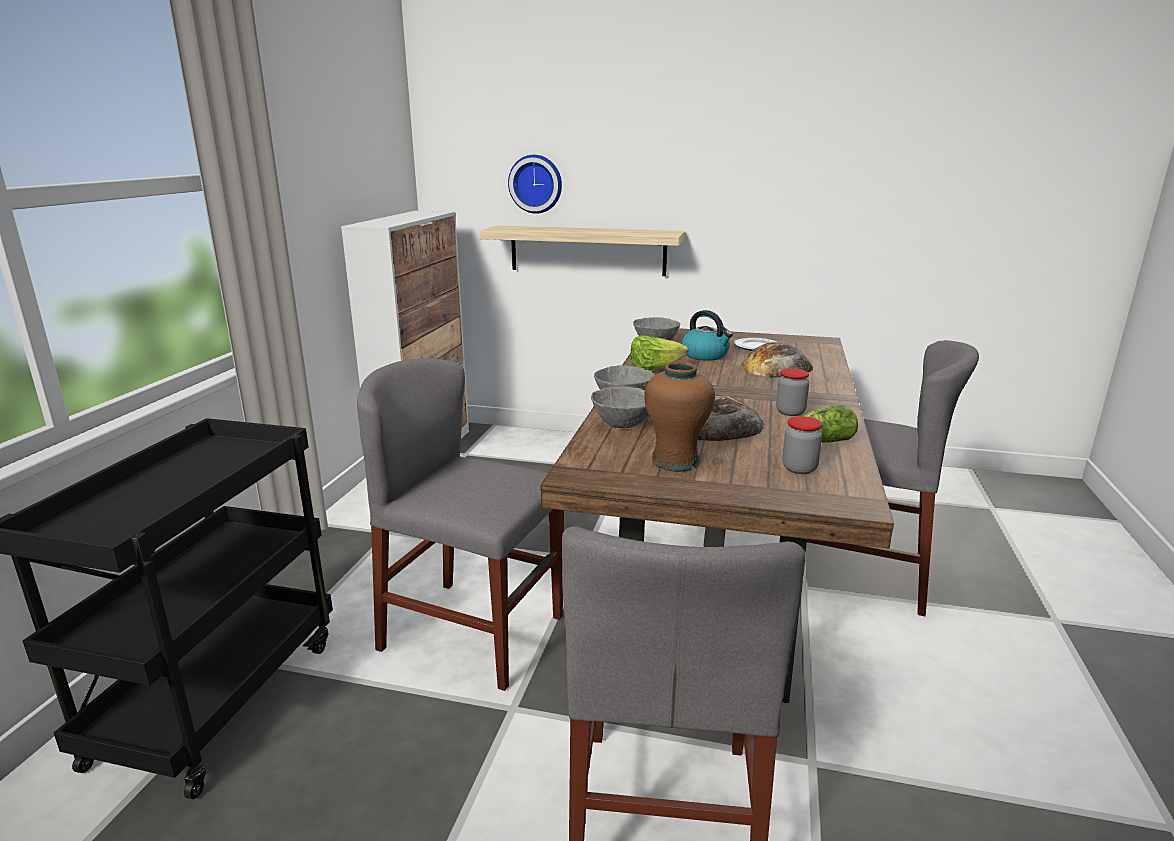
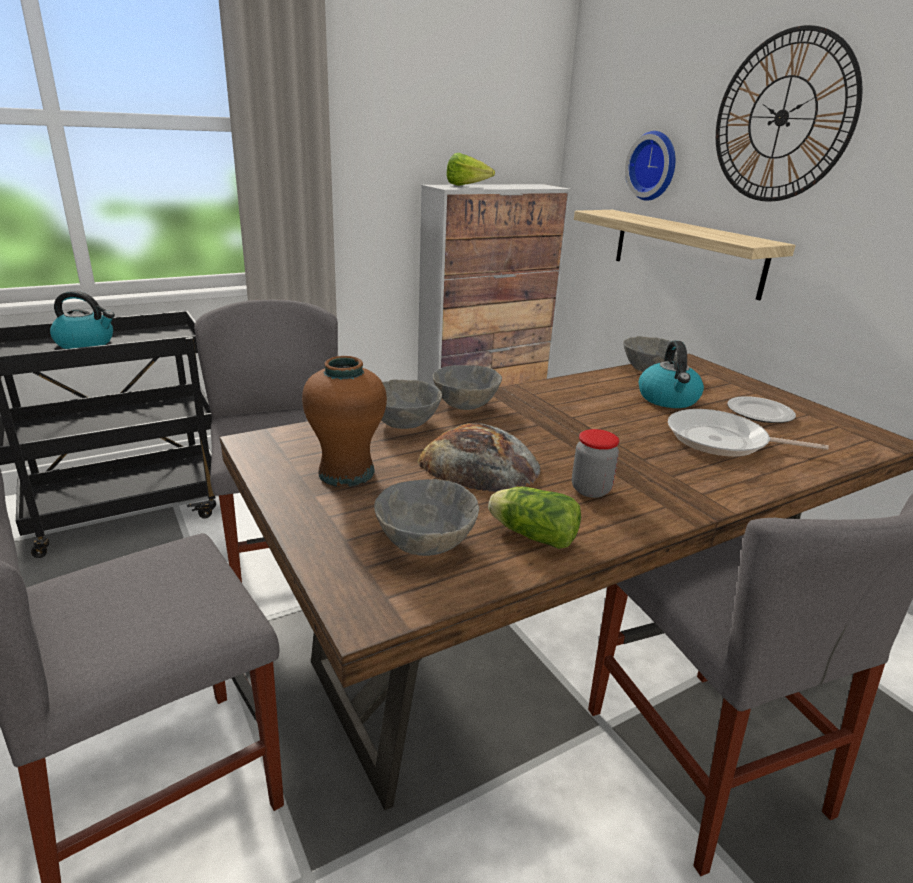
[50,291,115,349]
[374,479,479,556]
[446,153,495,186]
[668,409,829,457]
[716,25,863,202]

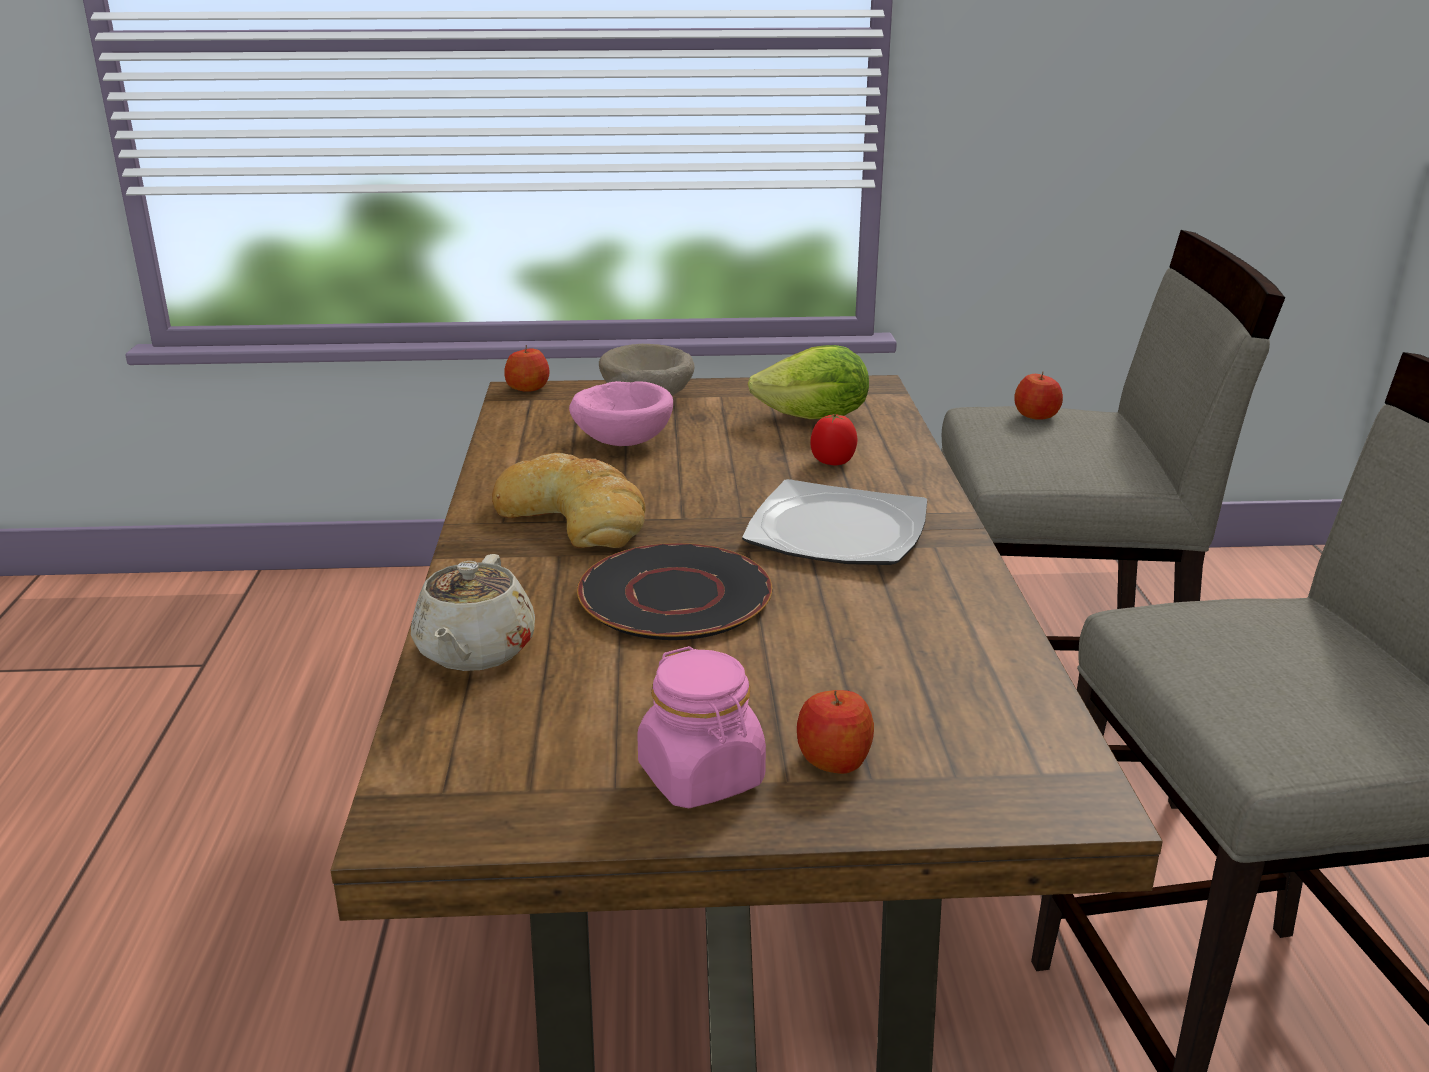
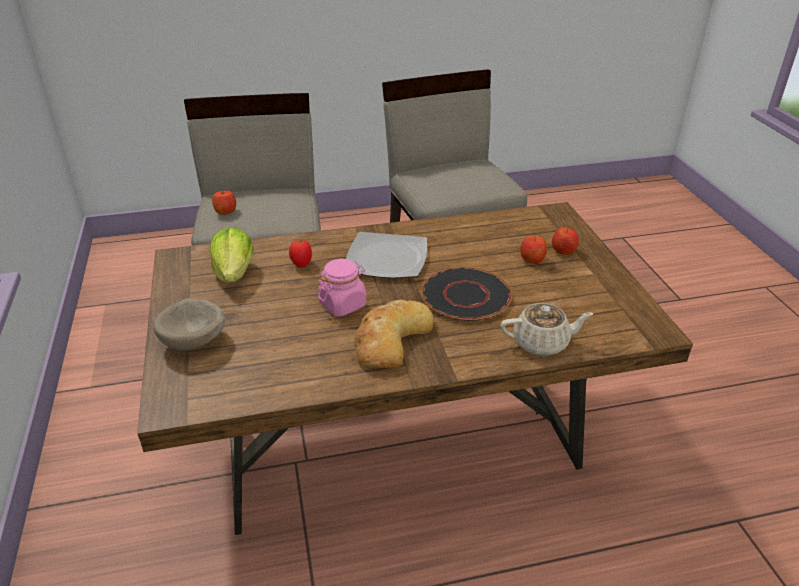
[318,259,366,316]
[520,236,547,264]
[569,381,673,446] (first image)

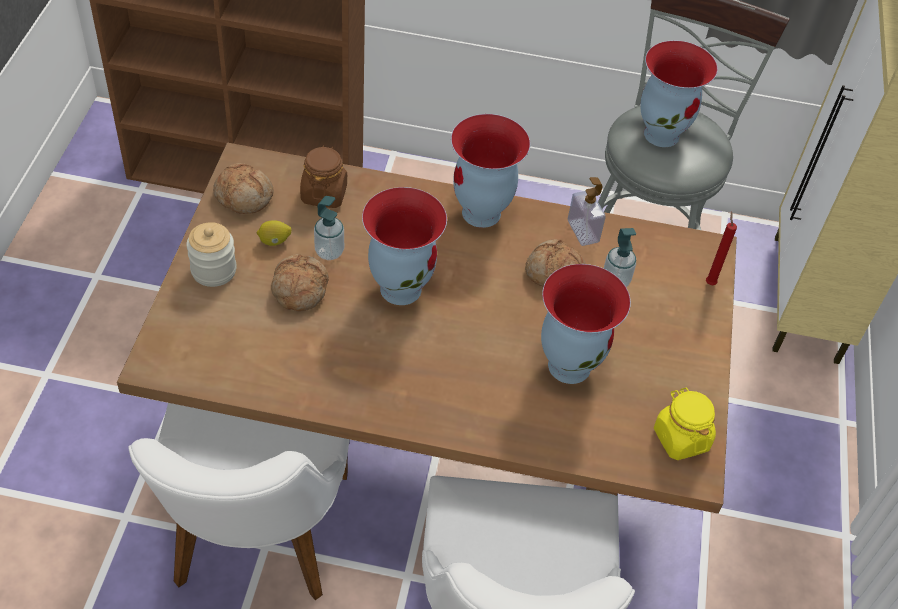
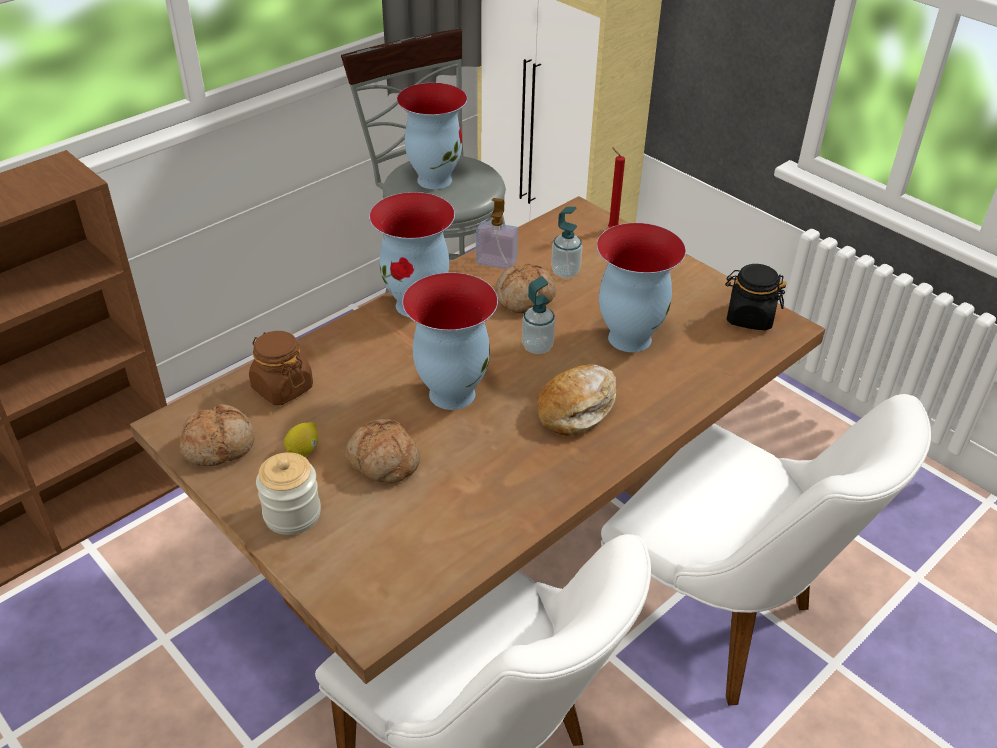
[522,277,555,354]
[537,364,616,436]
[725,264,786,330]

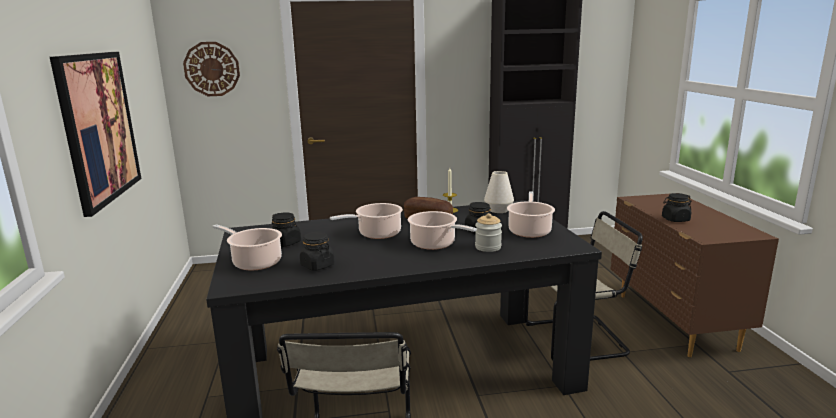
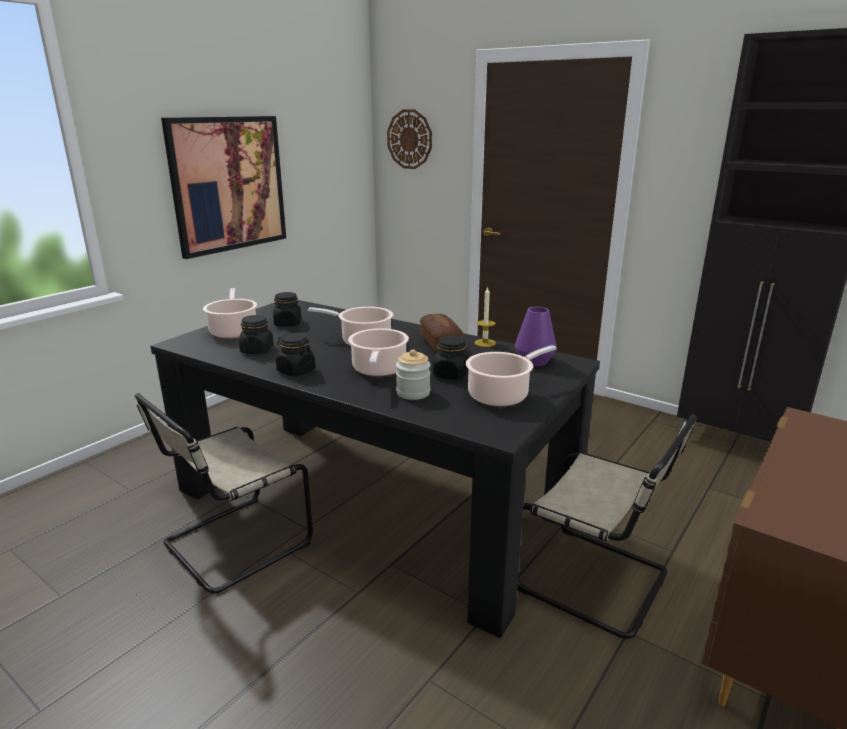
[276,333,315,376]
[515,307,557,366]

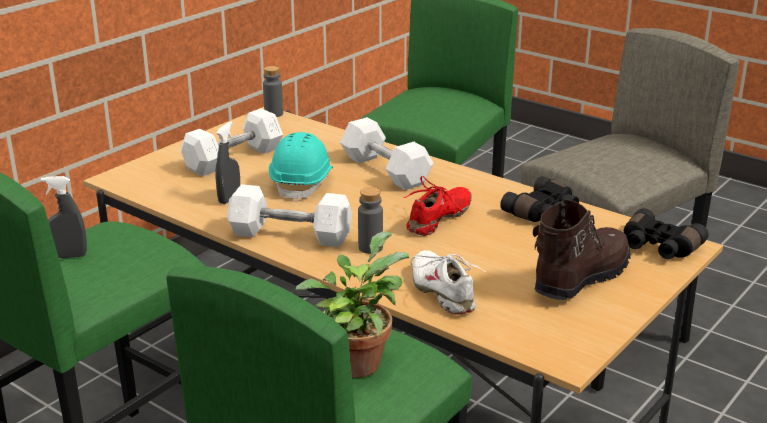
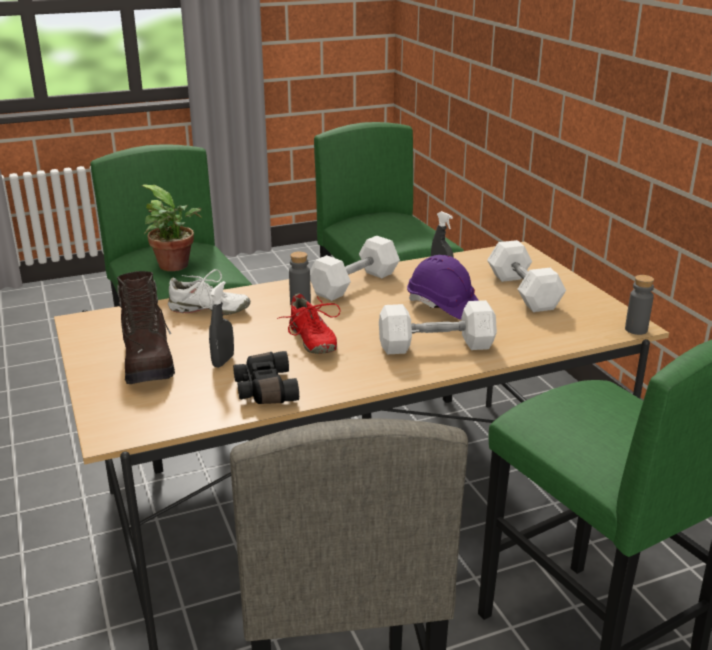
[209,281,234,368]
[407,255,479,320]
[624,208,709,259] (first image)

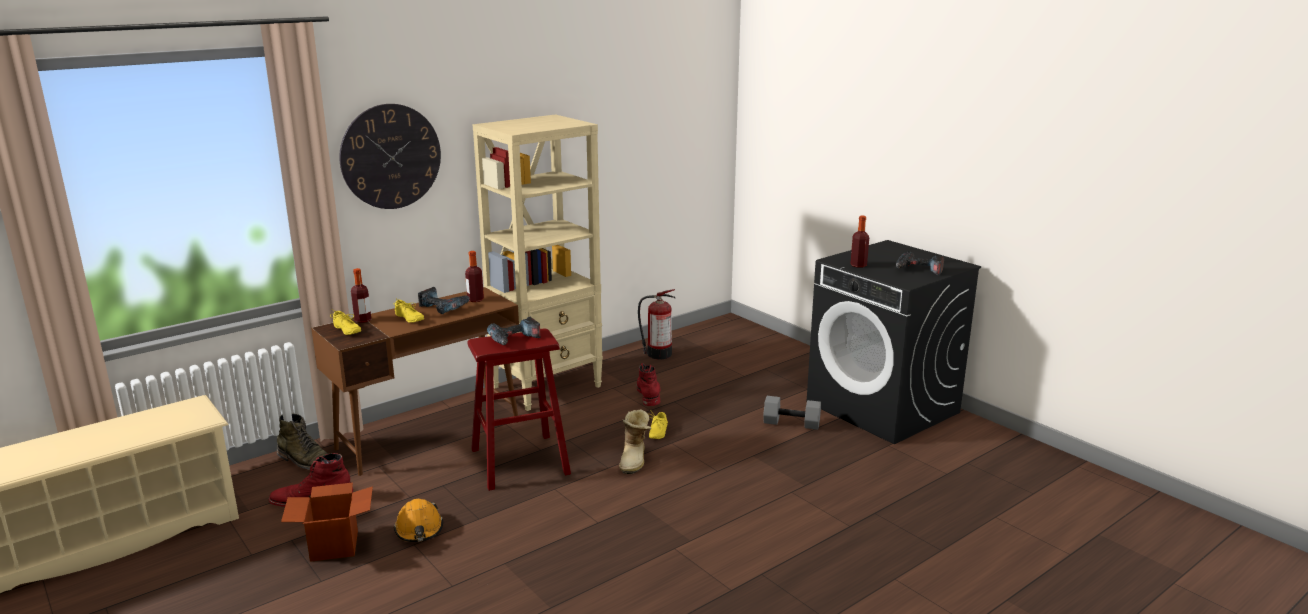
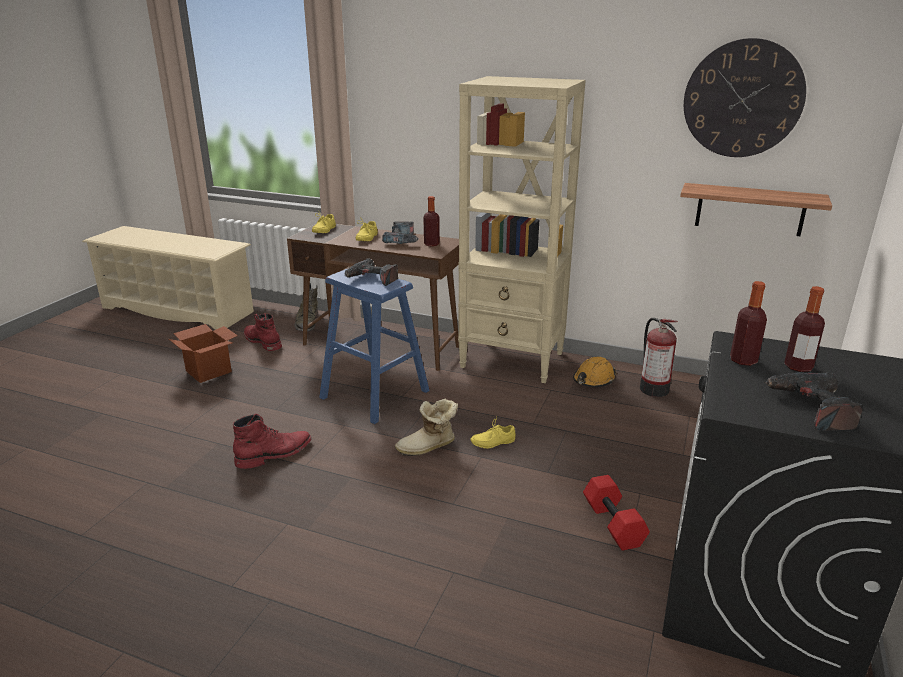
[233,414,312,469]
[319,268,430,424]
[573,357,616,387]
[583,475,650,551]
[680,183,832,236]
[684,38,806,157]
[784,286,825,372]

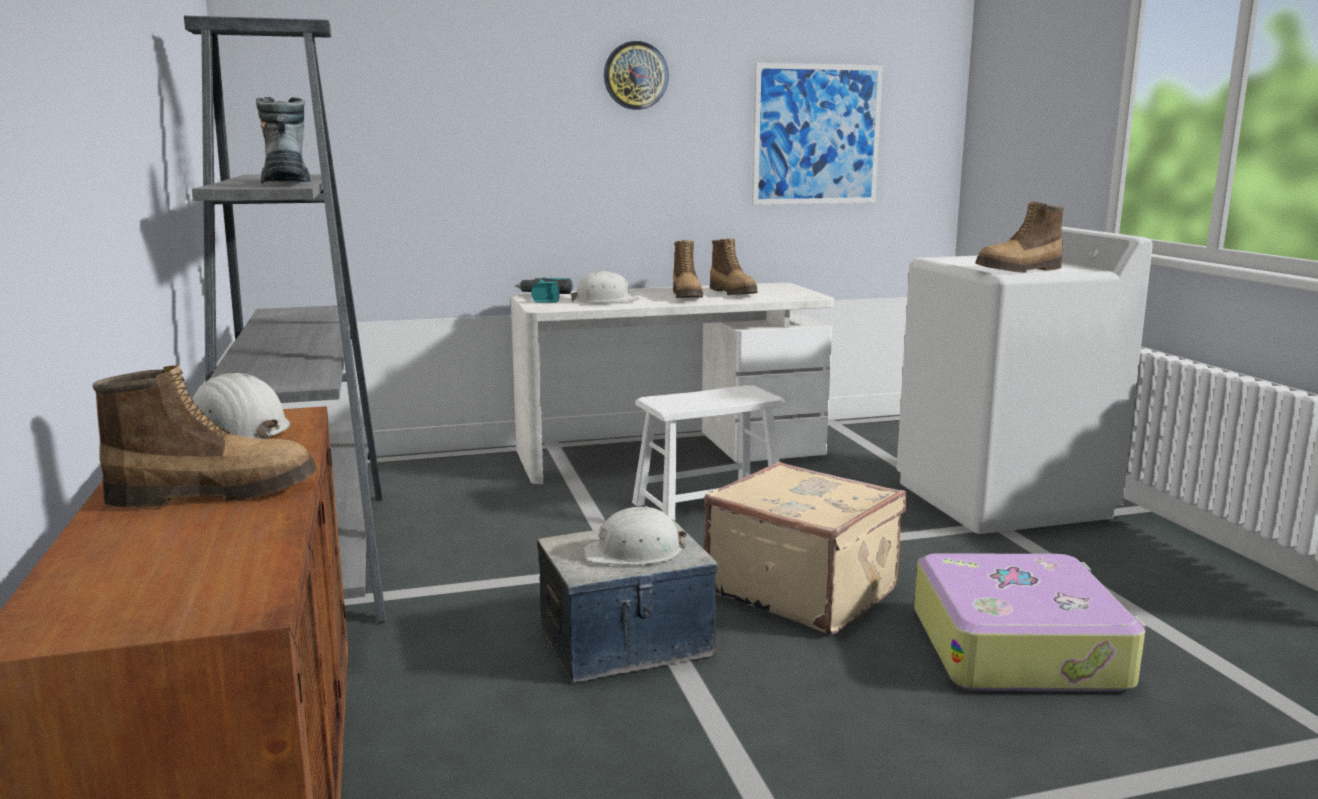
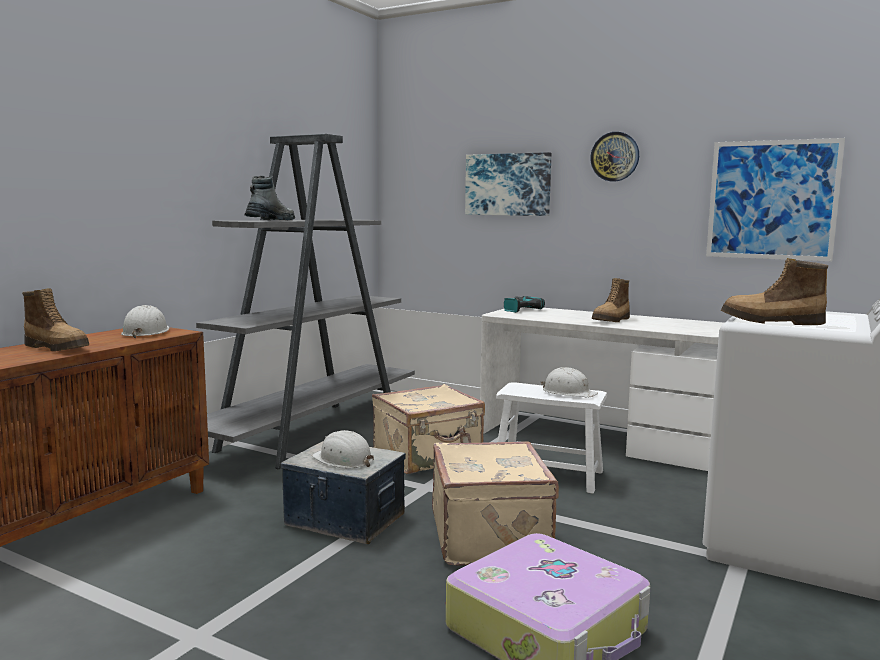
[372,384,485,474]
[465,152,552,216]
[541,367,598,397]
[710,238,758,295] (first image)

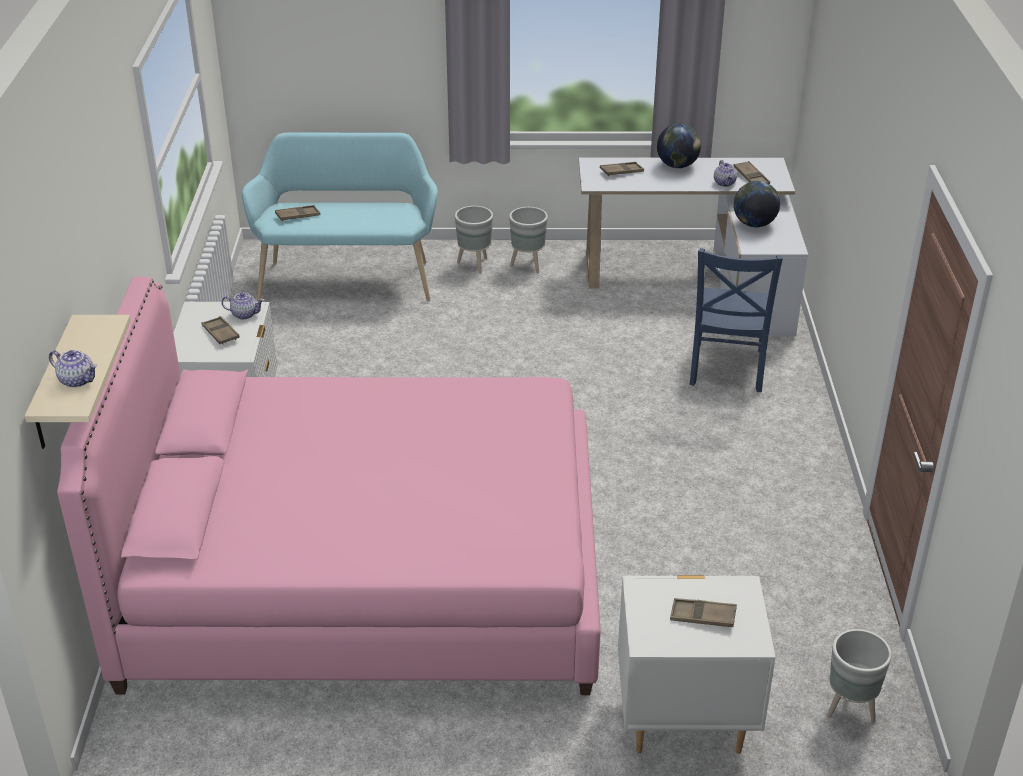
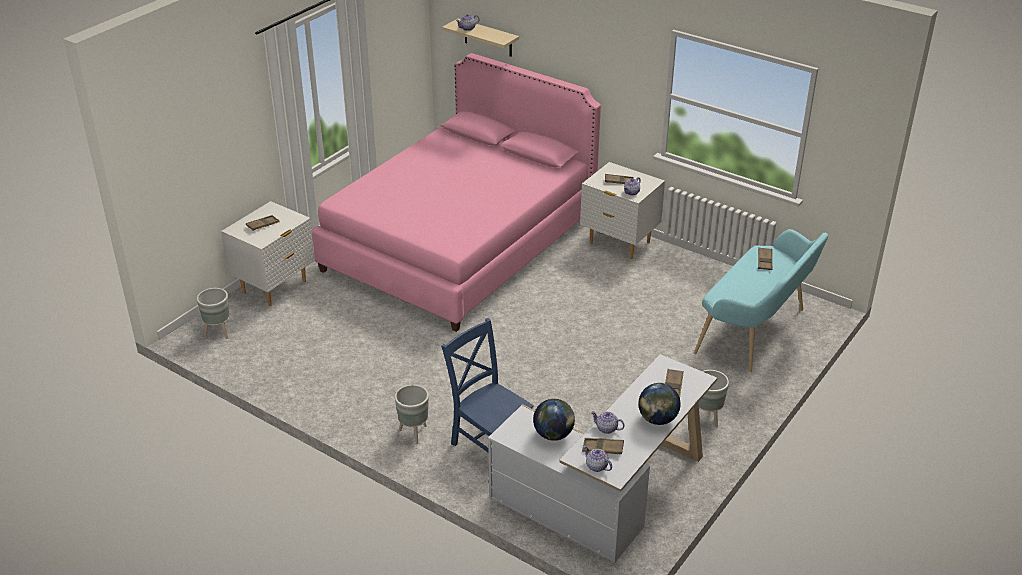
[395,385,429,444]
[583,445,612,472]

